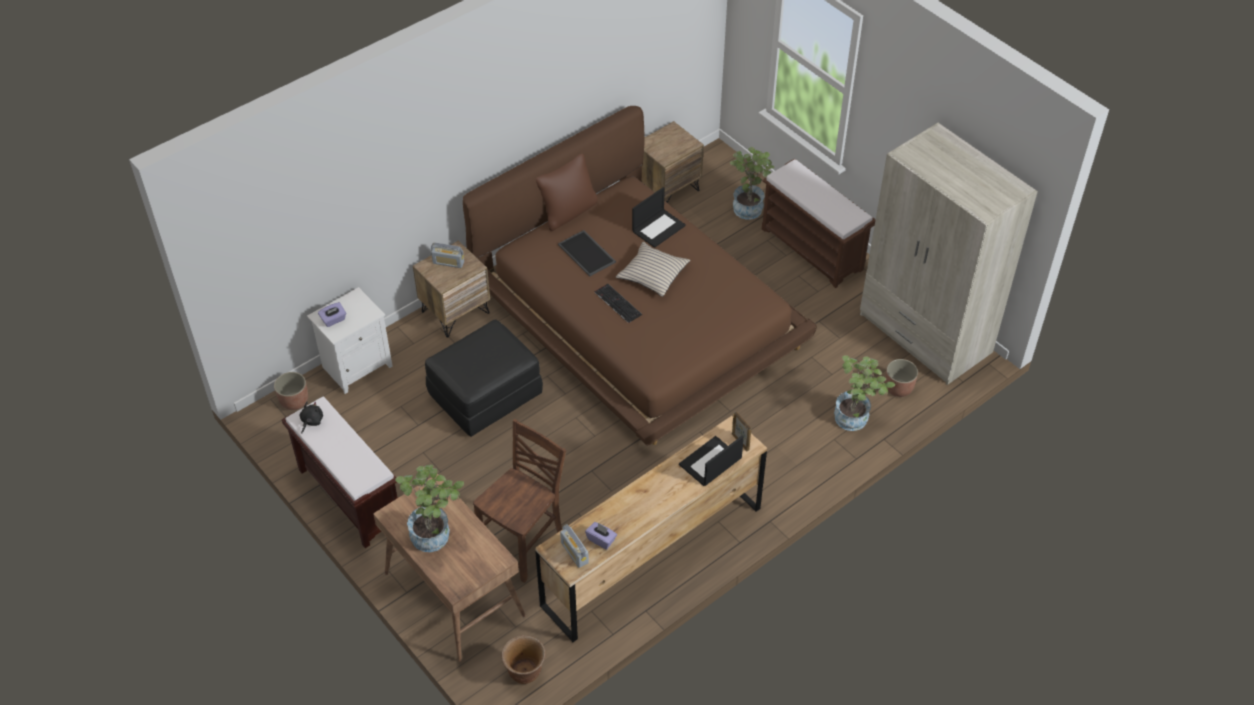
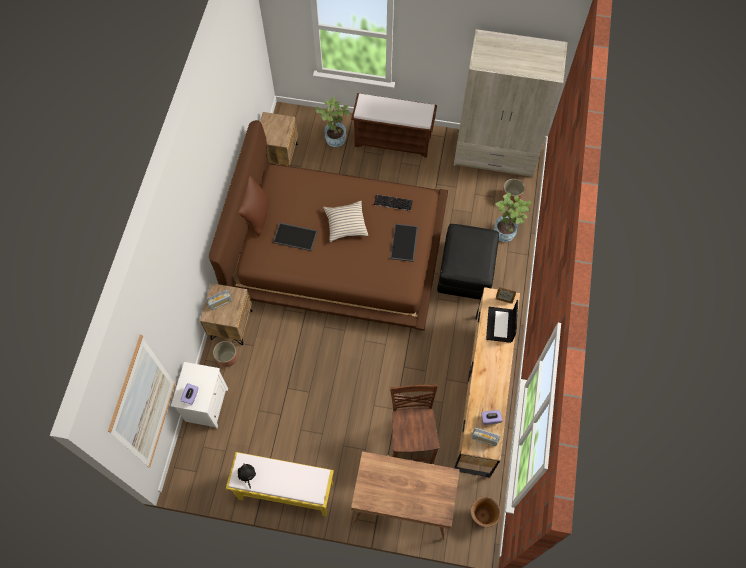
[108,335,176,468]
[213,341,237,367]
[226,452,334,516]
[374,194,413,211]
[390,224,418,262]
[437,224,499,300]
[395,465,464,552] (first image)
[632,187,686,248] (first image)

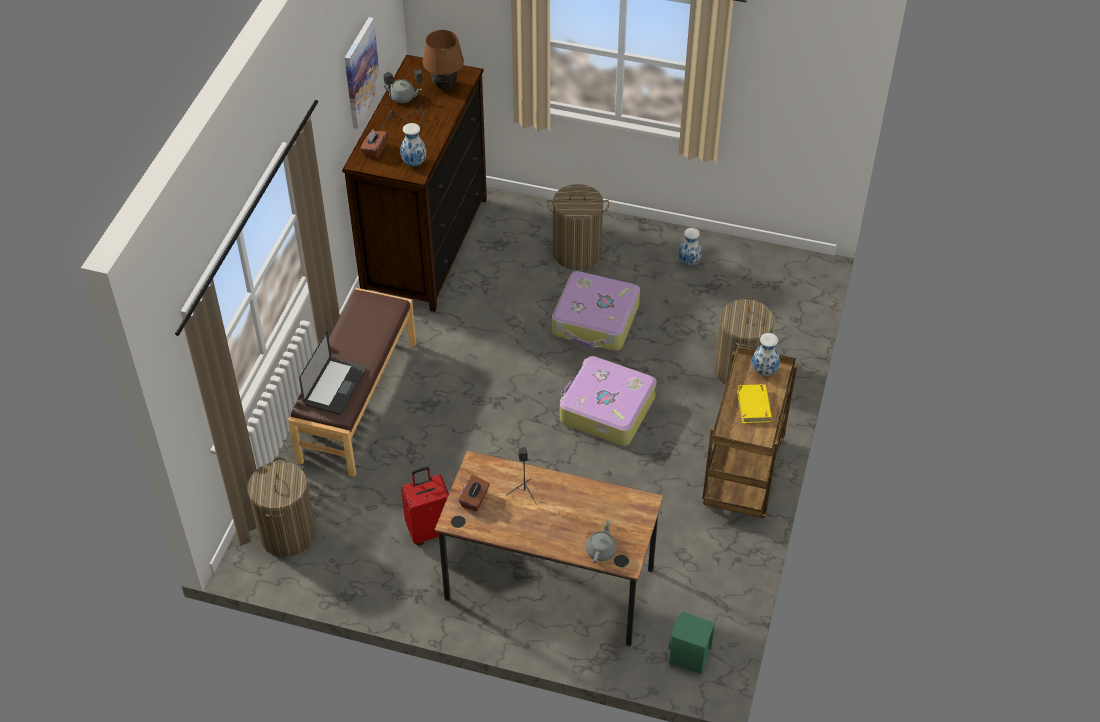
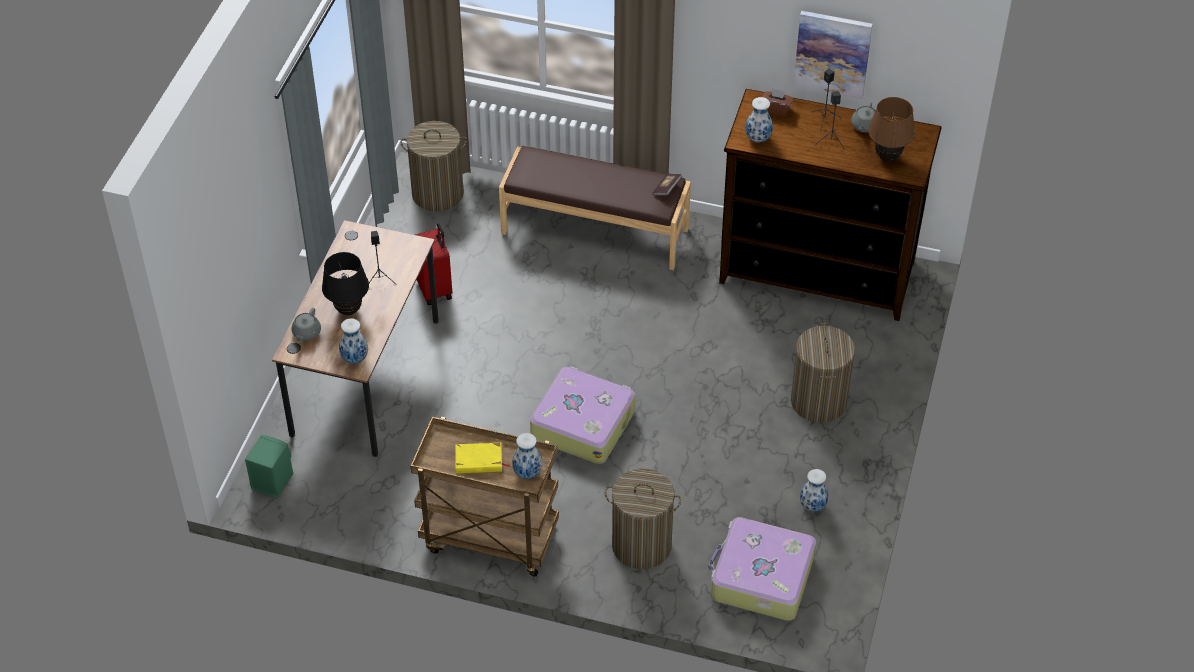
[292,308,321,341]
[322,252,369,315]
[339,318,368,363]
[652,173,682,196]
[708,517,816,621]
[299,331,367,415] (first image)
[459,475,490,511] (first image)

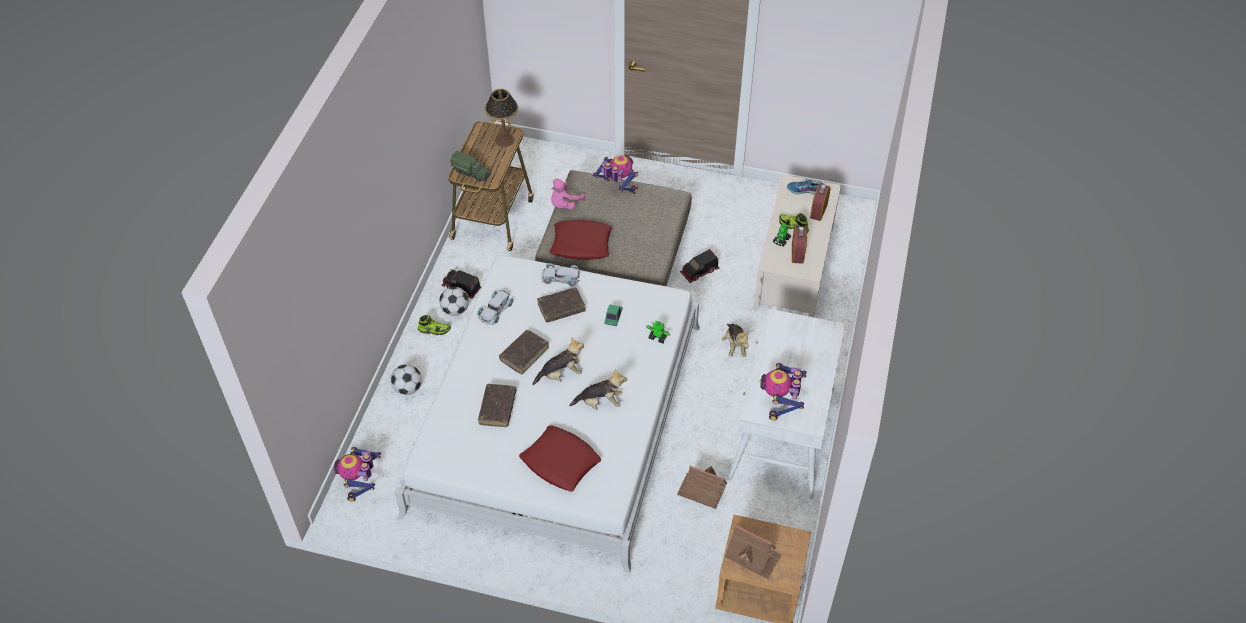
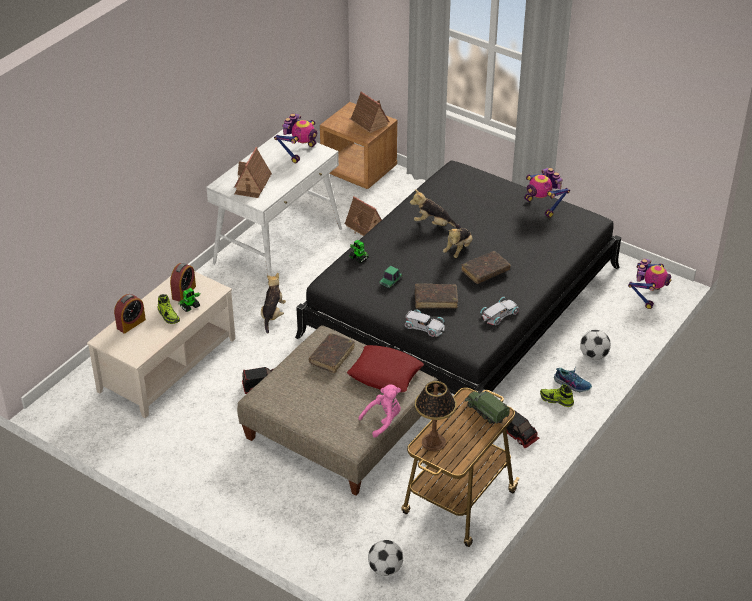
[234,147,272,198]
[295,161,621,395]
[309,333,354,373]
[368,540,403,576]
[443,228,473,258]
[524,168,570,218]
[554,366,592,392]
[519,425,601,492] (first image)

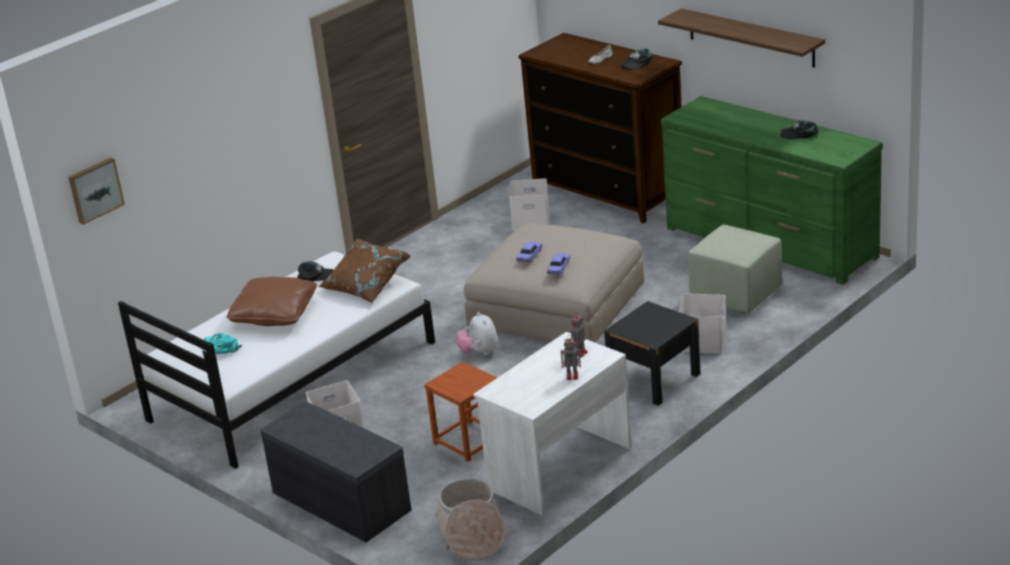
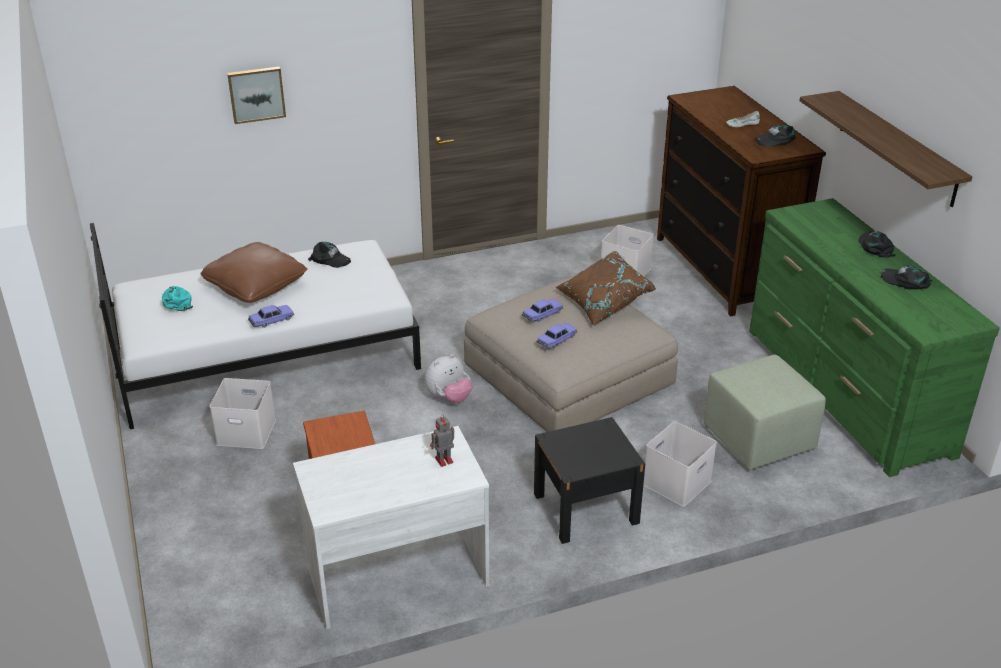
[227,67,286,124]
[248,305,294,328]
[425,354,473,403]
[556,251,656,326]
[858,231,896,258]
[260,402,412,542] (first image)
[435,478,506,561] (first image)
[561,335,582,380] (first image)

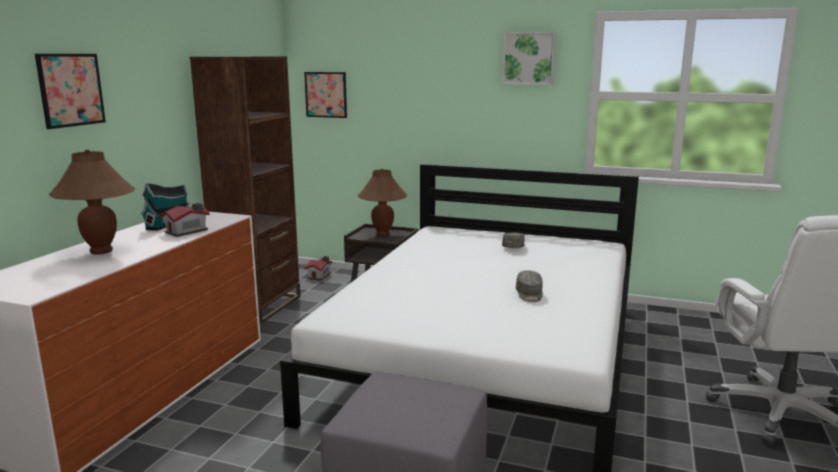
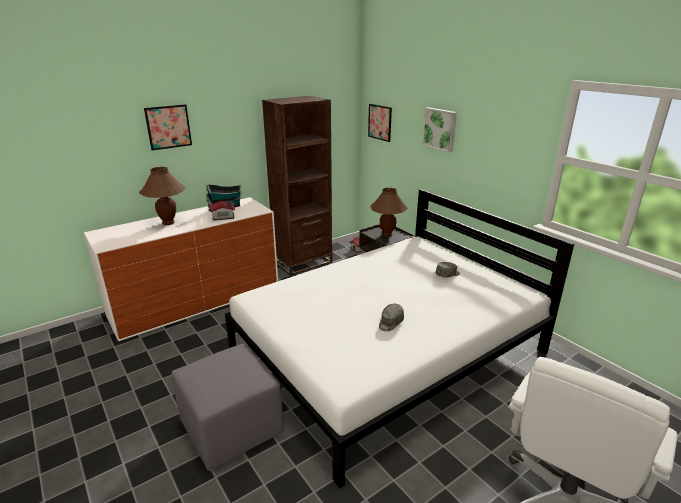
[422,107,457,152]

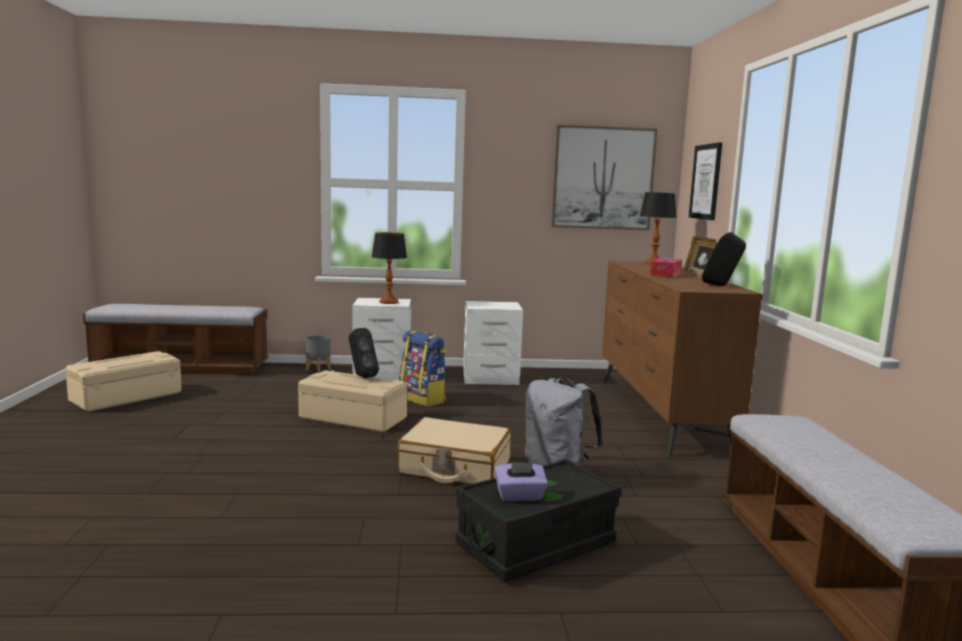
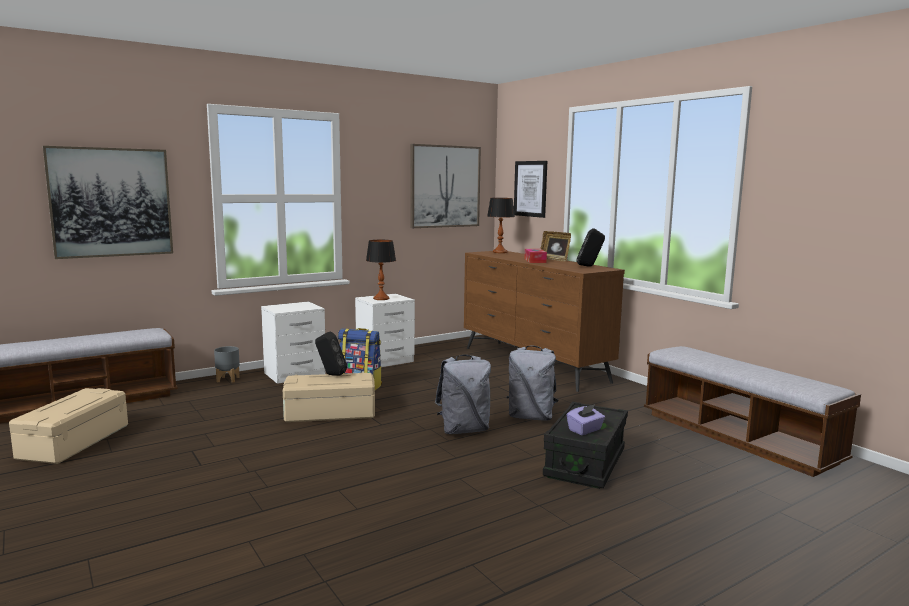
[43,146,173,259]
[366,240,396,300]
[435,355,491,434]

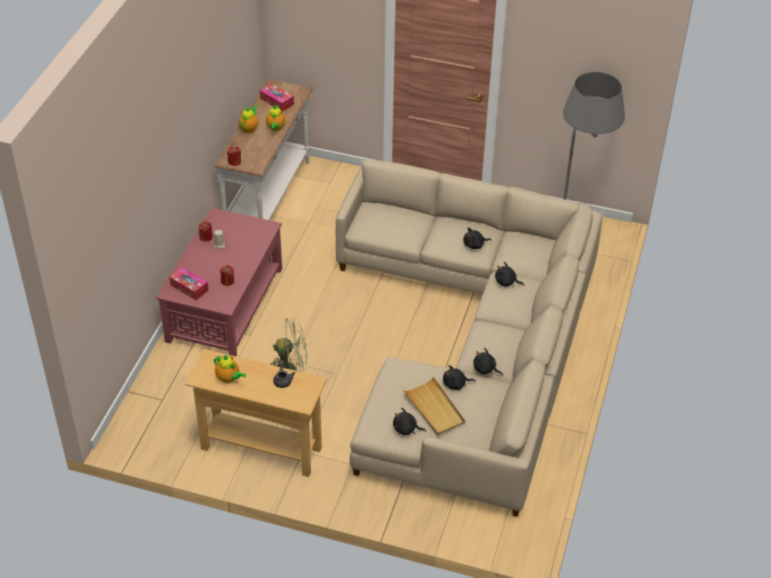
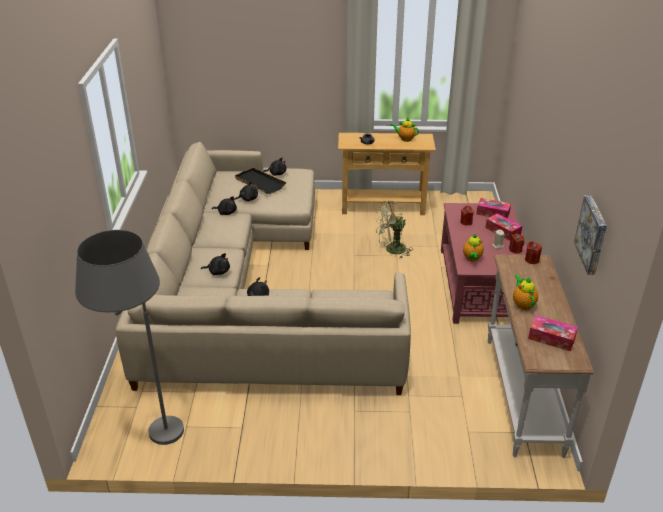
[235,167,286,194]
[463,234,484,261]
[486,213,522,241]
[574,195,607,275]

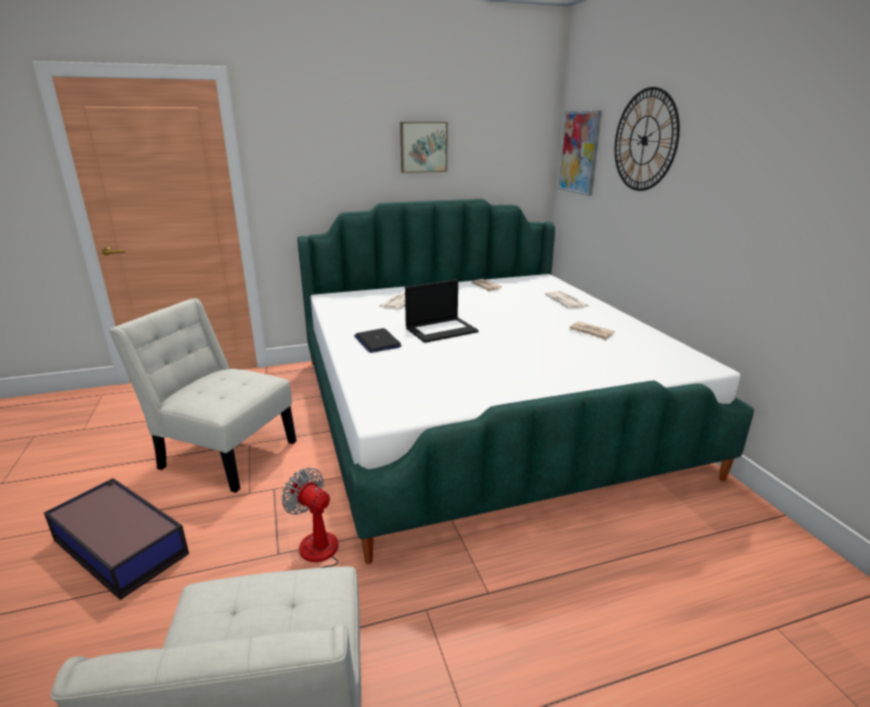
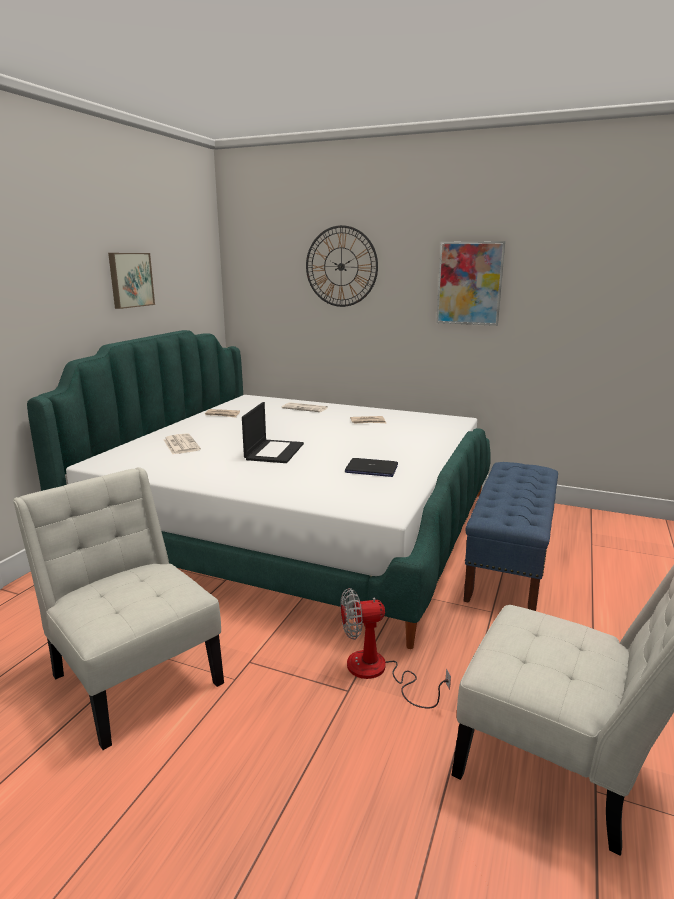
[13,467,224,750]
[345,458,398,477]
[436,241,505,326]
[464,462,558,611]
[44,478,189,600] (first image)

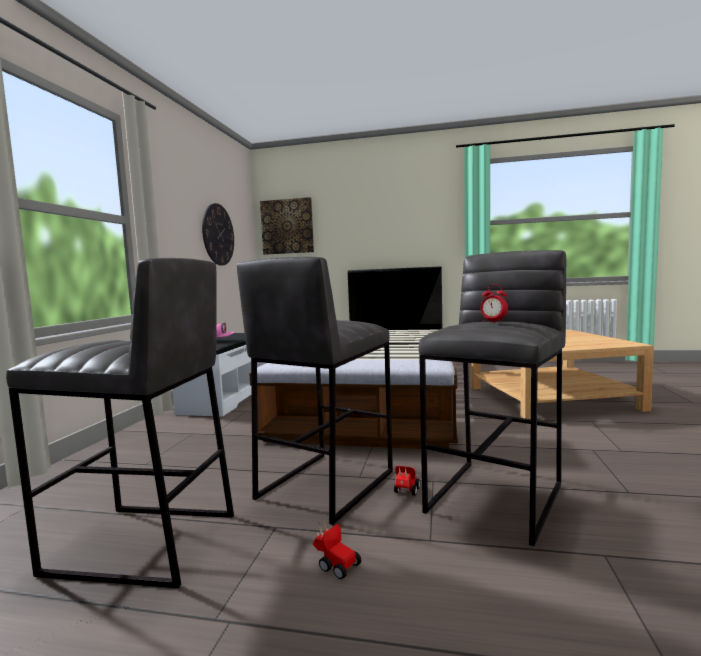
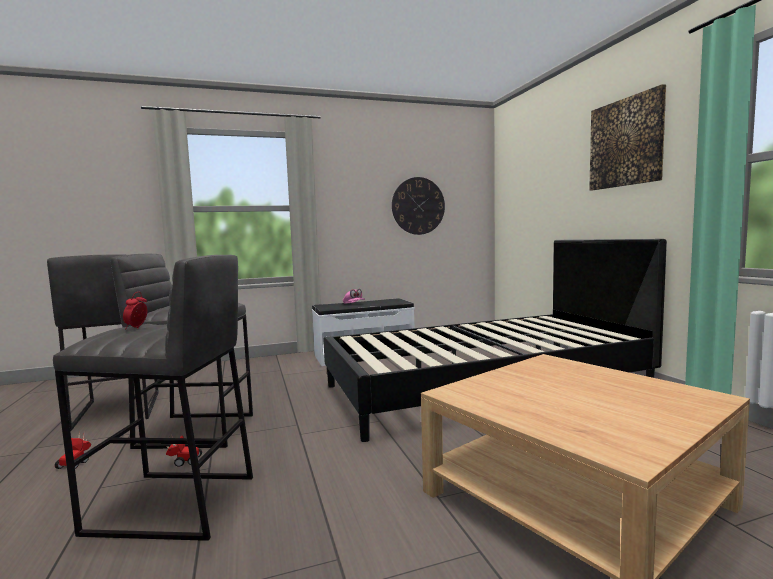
[589,84,666,190]
[249,360,458,449] (first image)

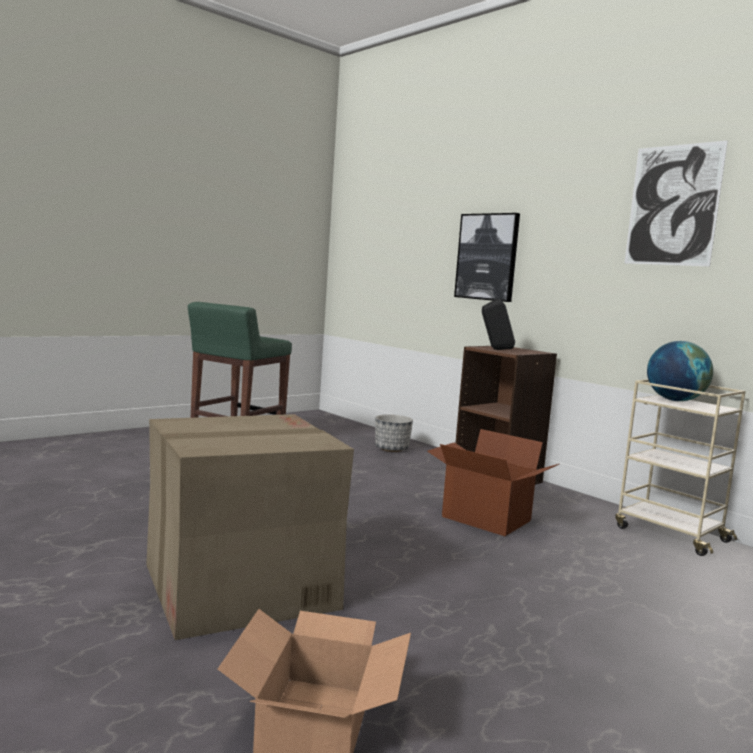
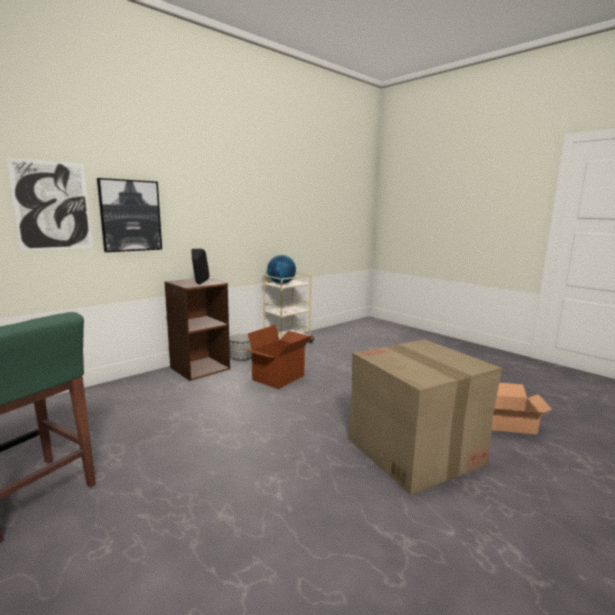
[6,157,92,251]
[229,333,252,361]

